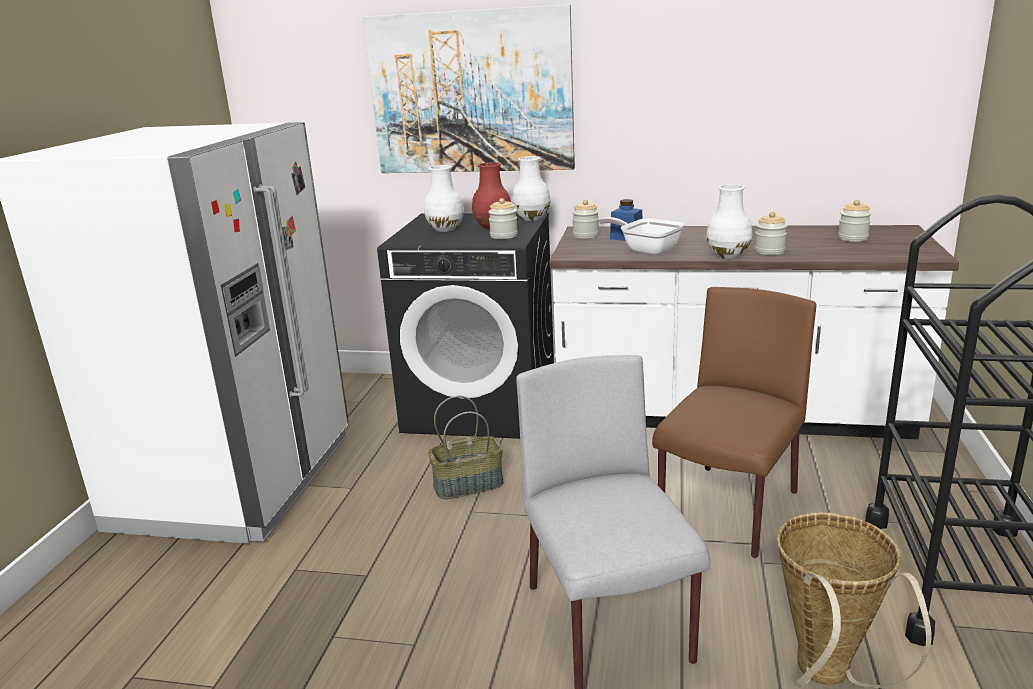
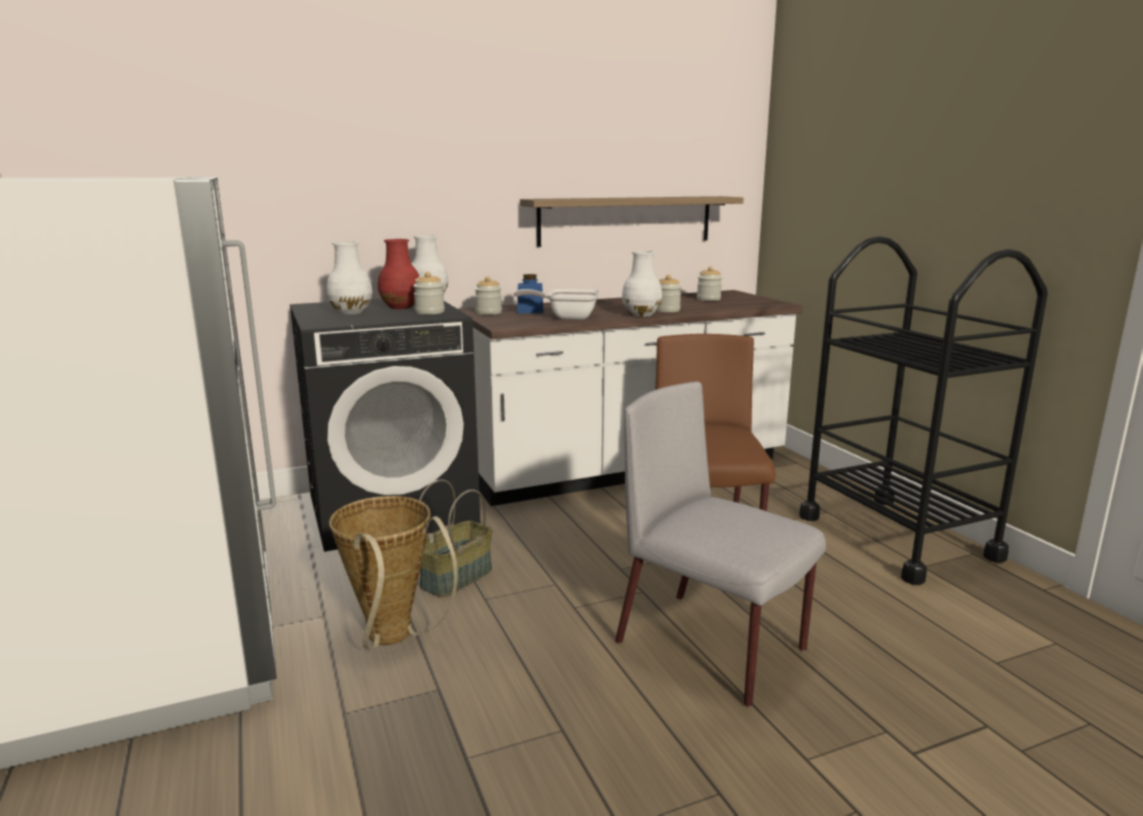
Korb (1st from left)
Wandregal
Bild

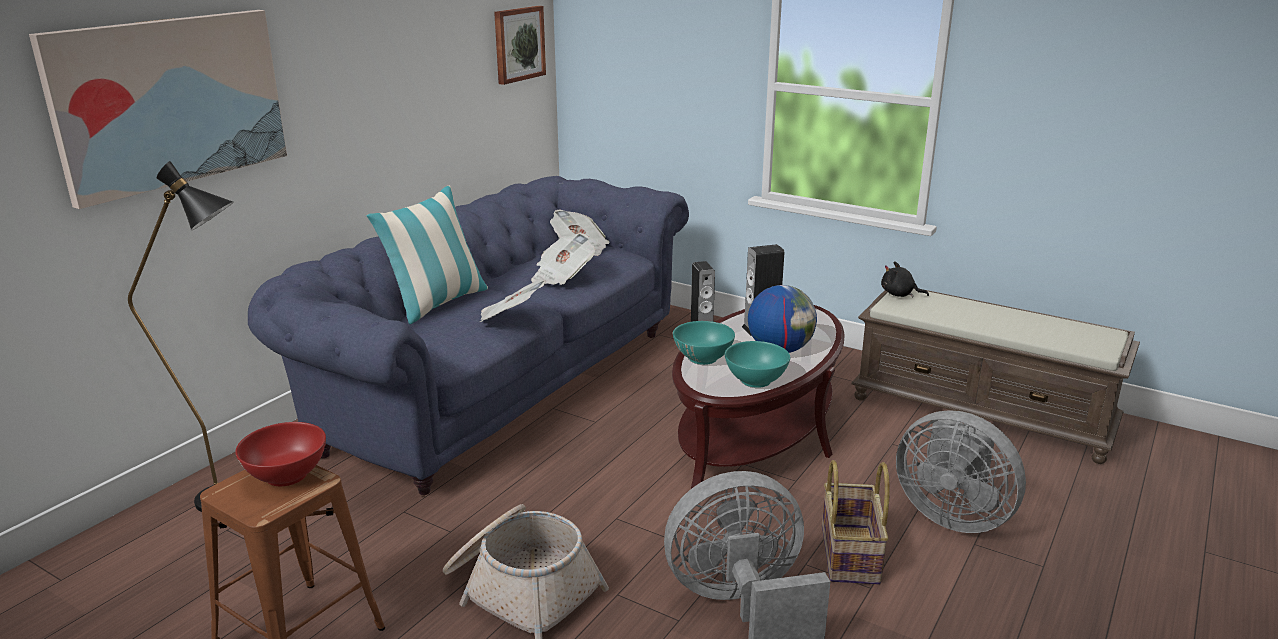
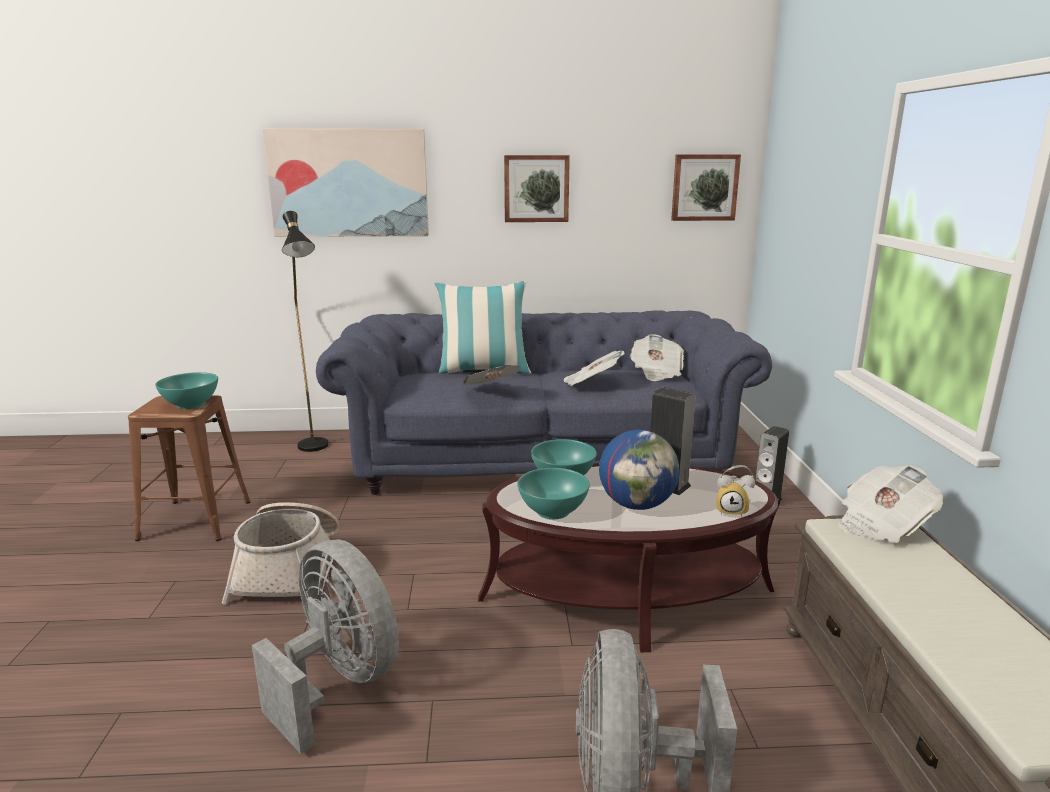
Schüssel/türkis (1st from left)
Bild (2nd from left)
Wecker
Zeitung (4th from left)
Korb (2nd from left in the first image)

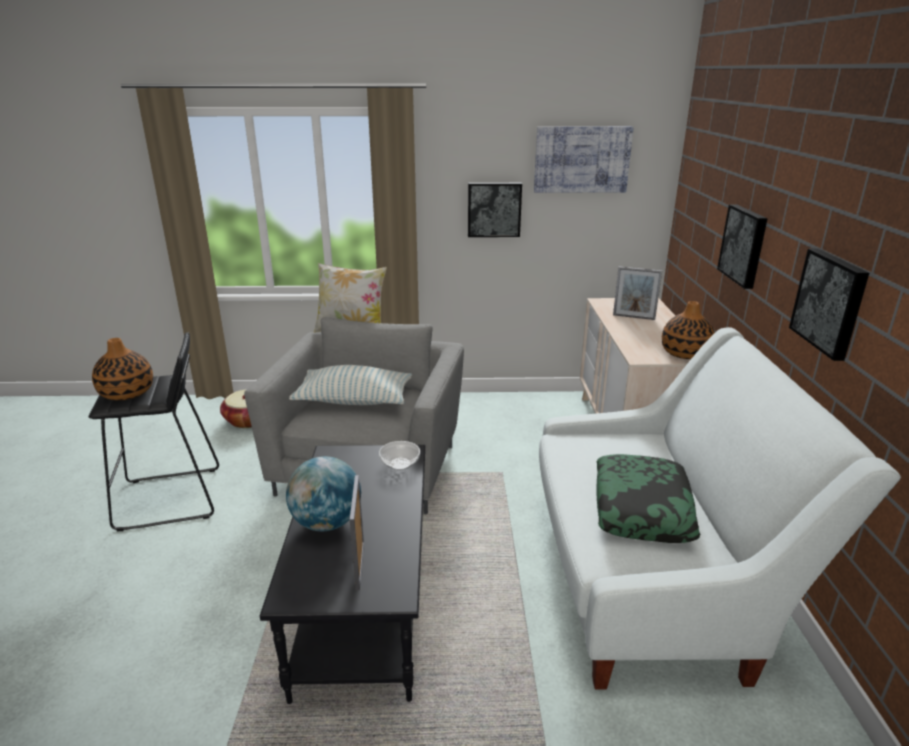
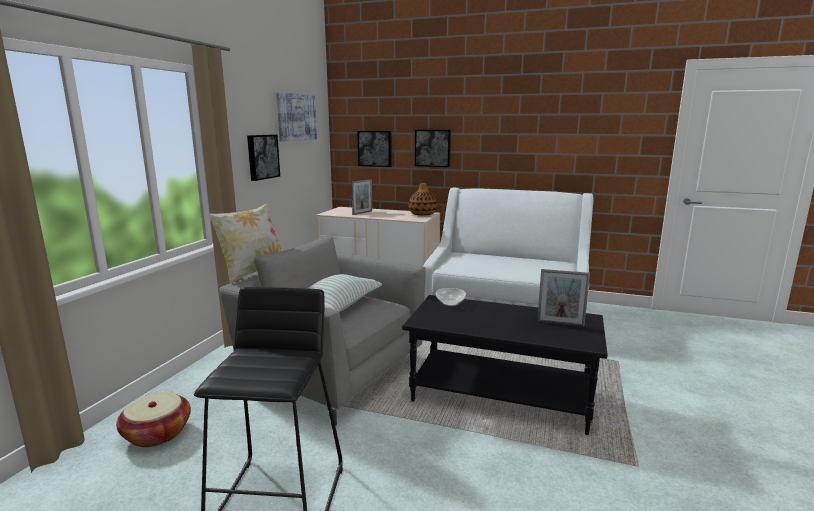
Bild (3rd from left)
Vase (1st from left in the first image)
Globus
Kissen (3rd from left in the first image)

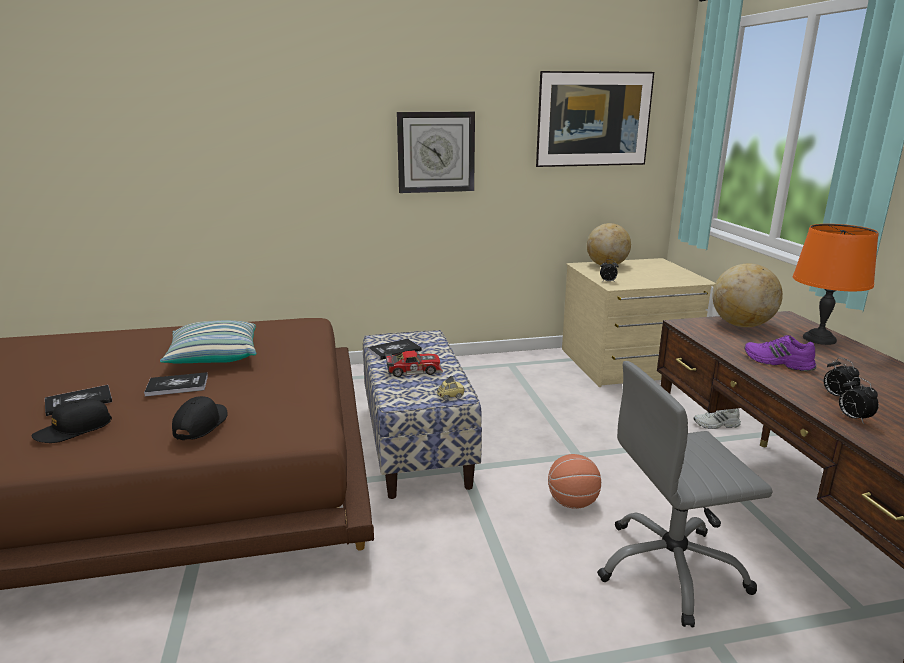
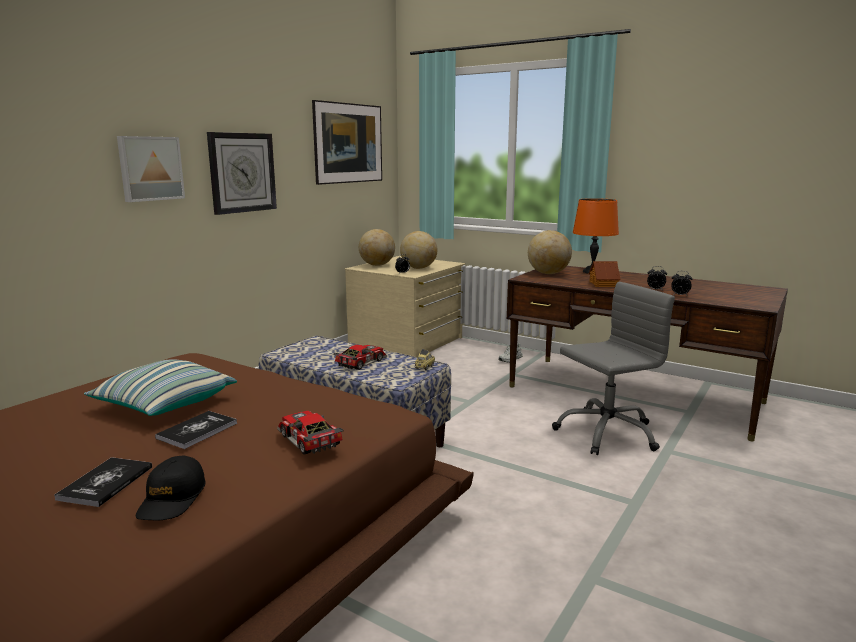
Bild (1st from left)
Spielzeugauto (1st from left)
Globus (2nd from left)
Bürostuhl/grau
Spielzeughaus
Buch (3rd from left in the first image)
Basketball

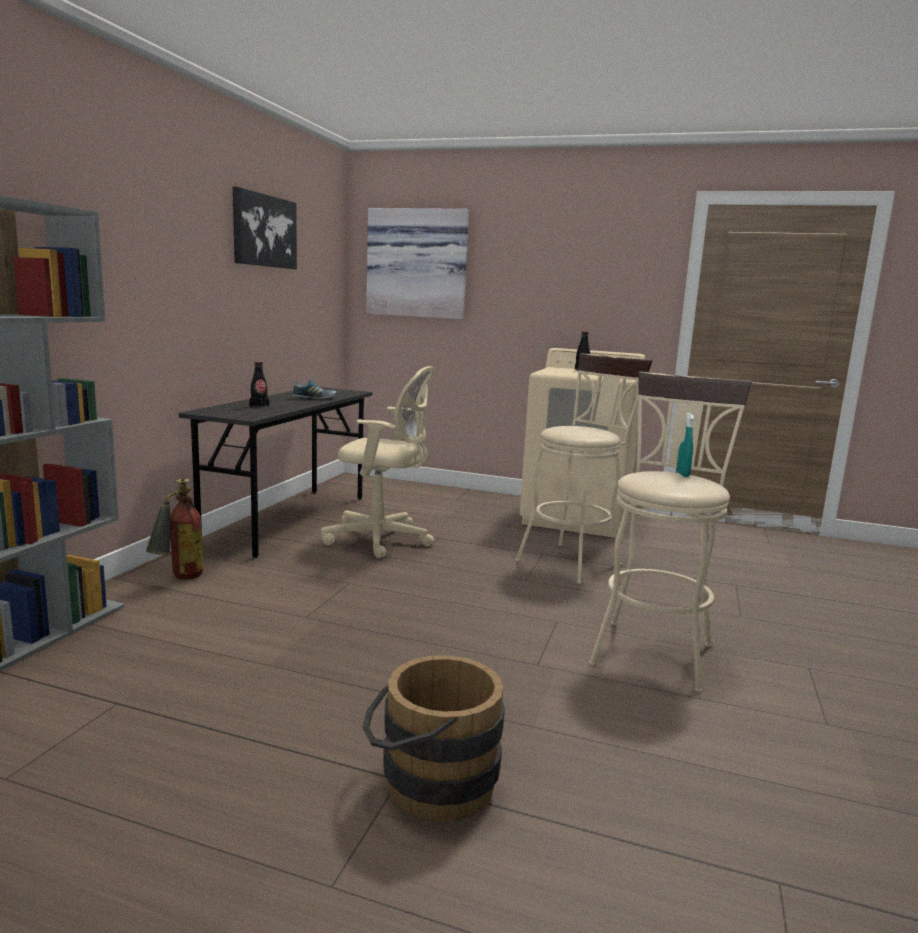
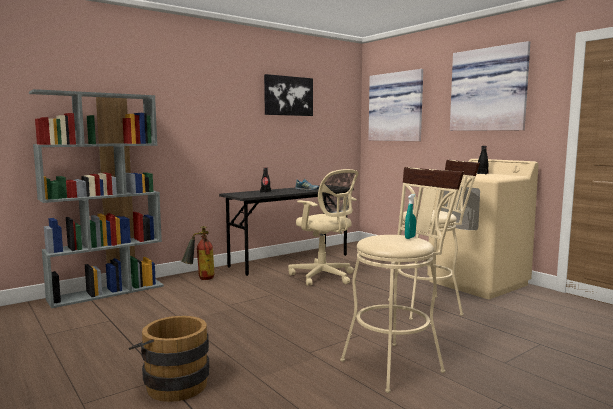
Bild (3rd from left)

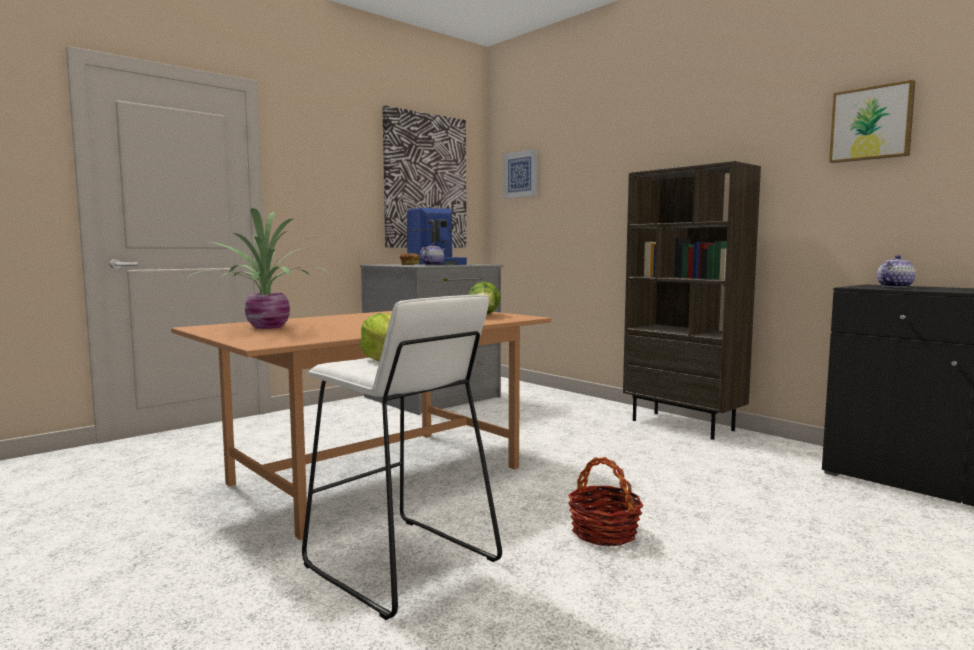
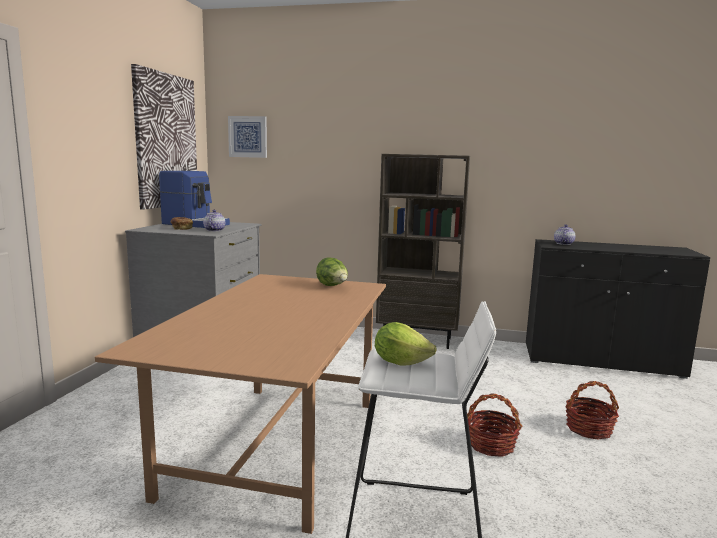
Korb (2nd from left)
Topfpflanze
Bild (3rd from left in the first image)

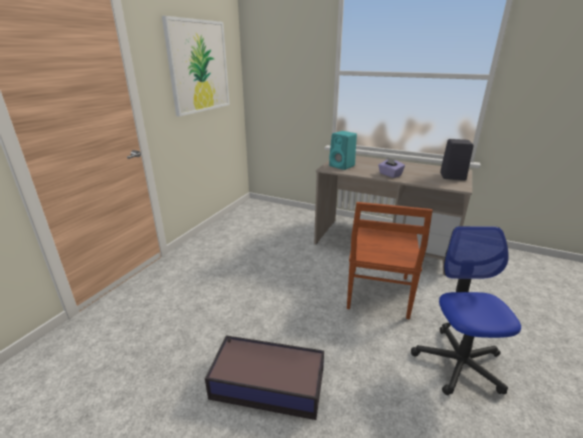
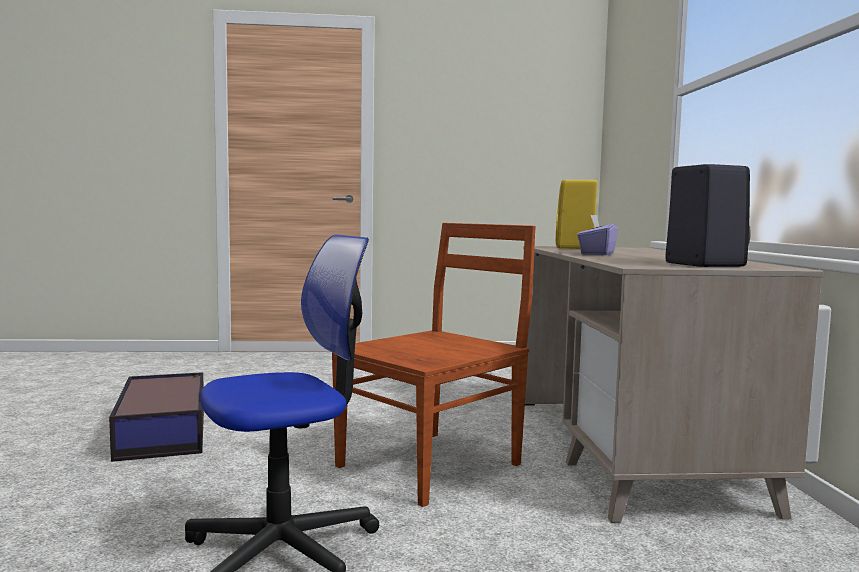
Stuhl/braun
Lautsprecher/gelb
Bild

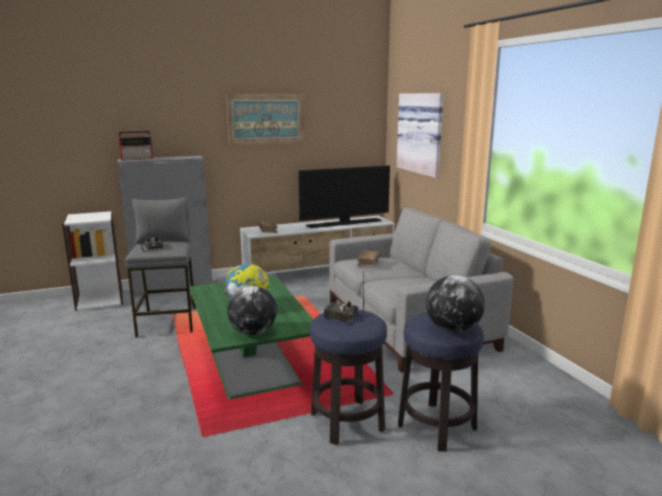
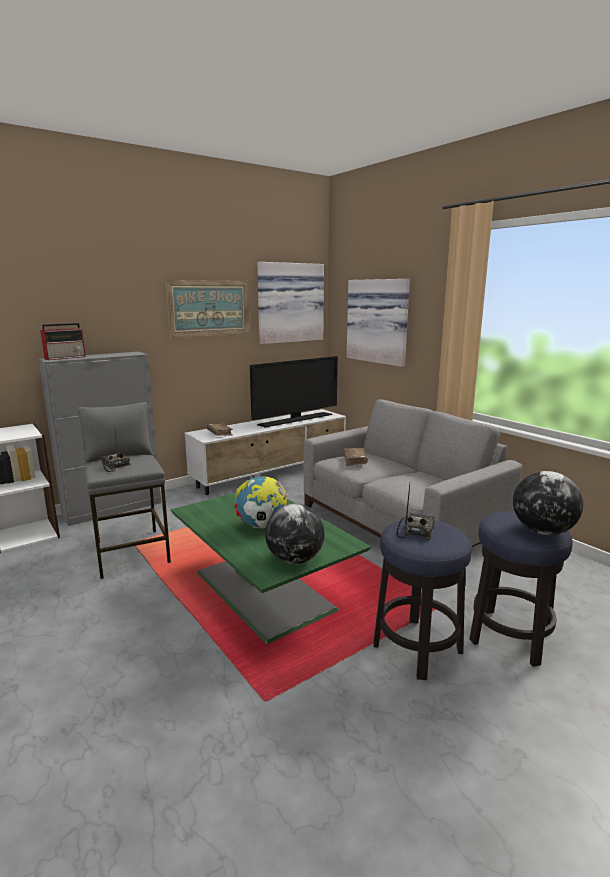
Bild (2nd from left)
Radio (3rd from left)

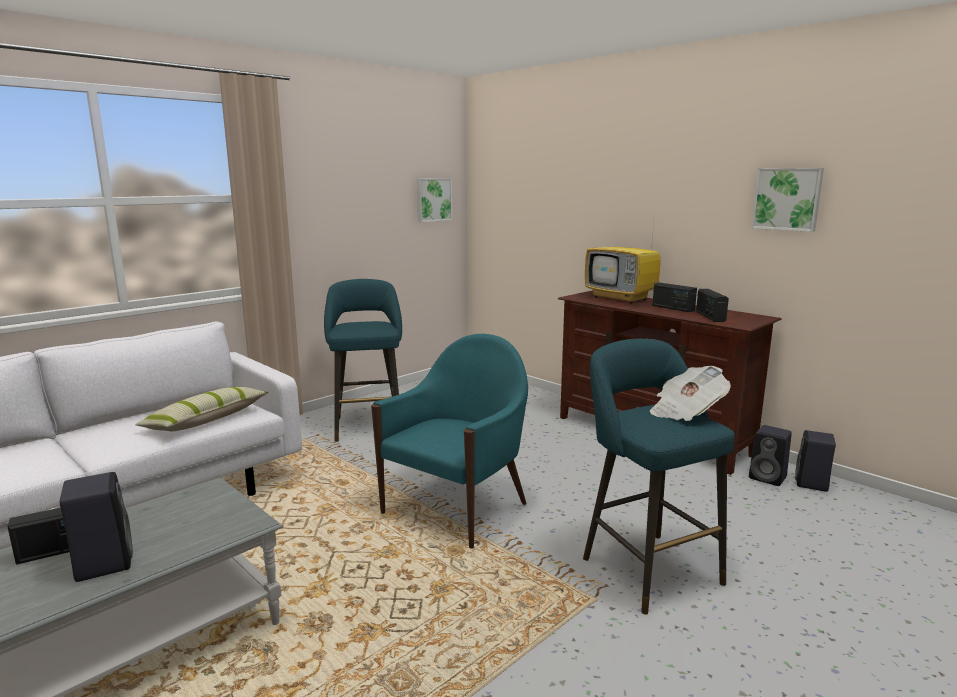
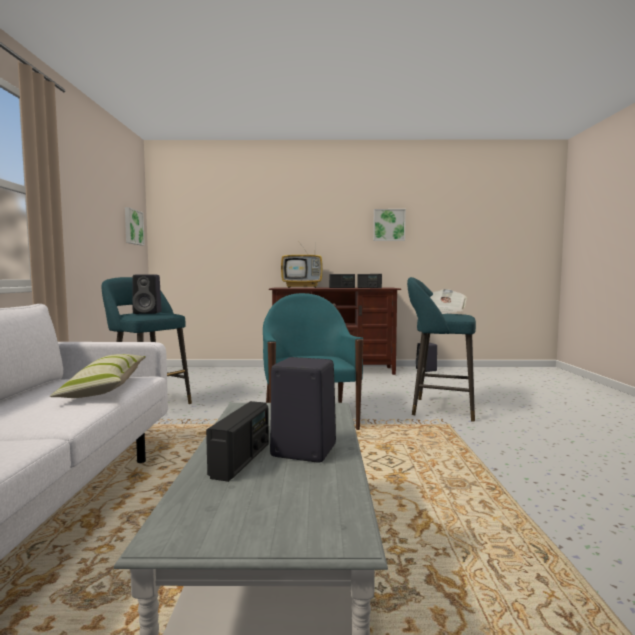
Lautsprecher/schwarz (1st from left)

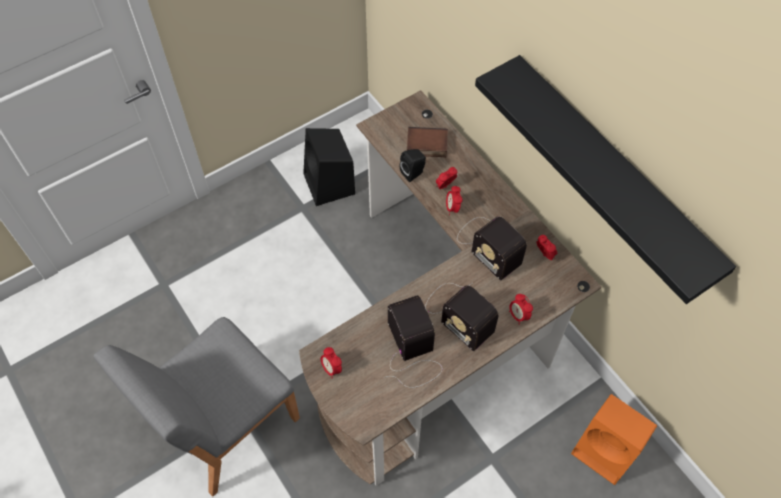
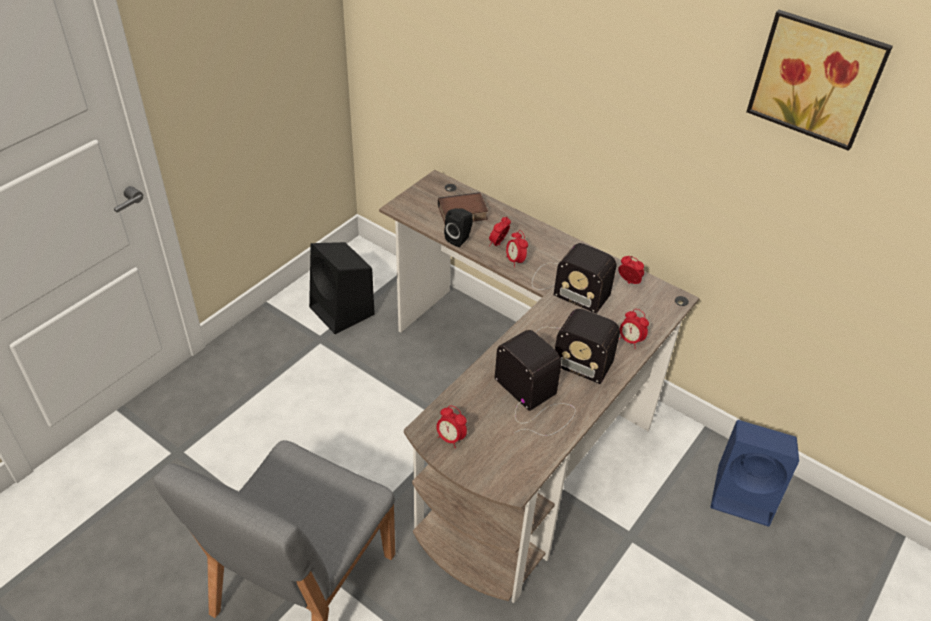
Lautsprecher/blau
Bild
Wandregal/schwarz

